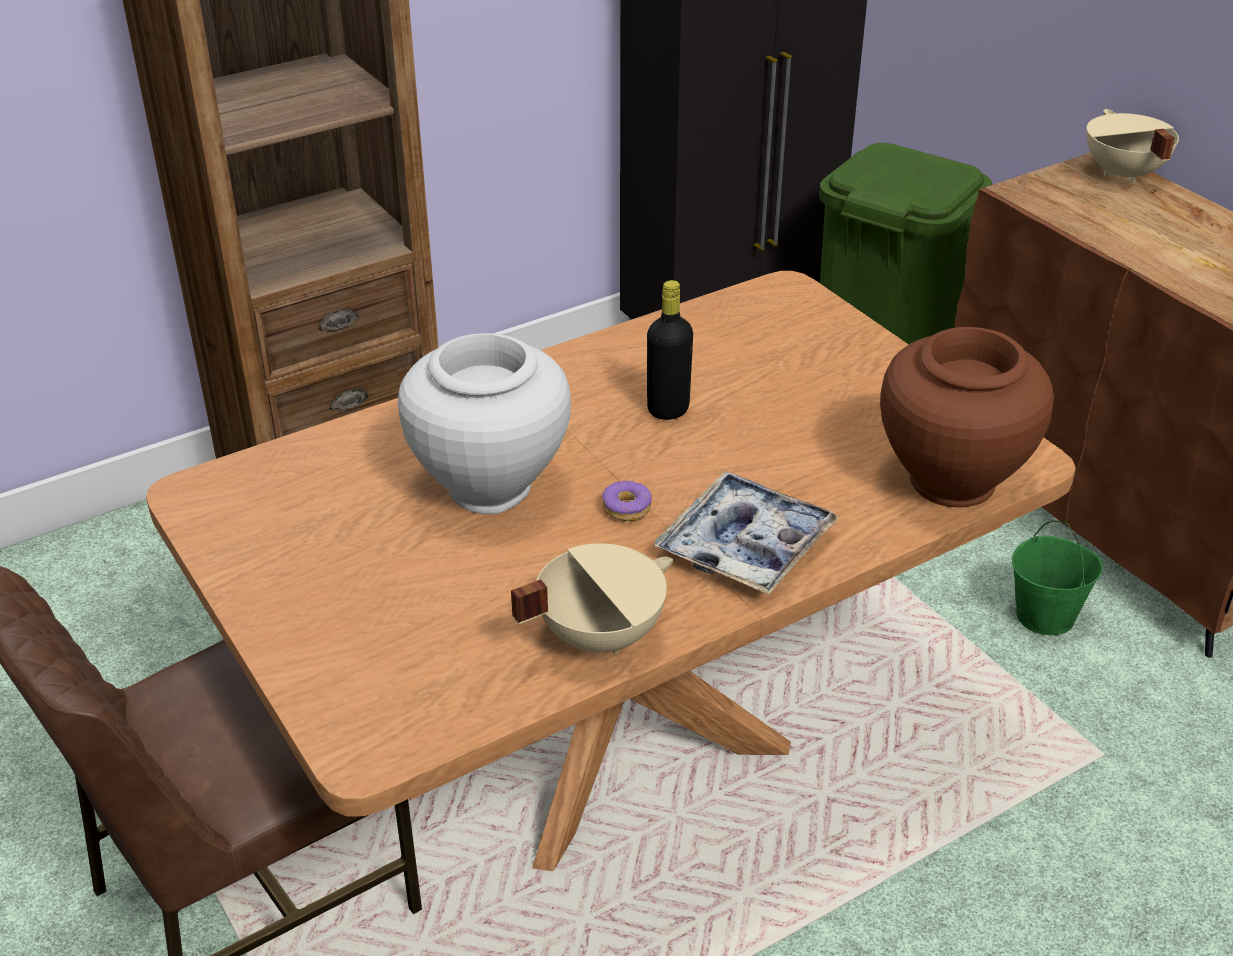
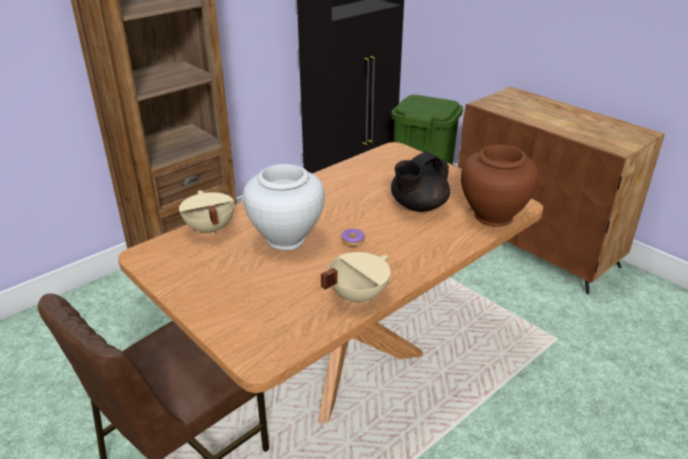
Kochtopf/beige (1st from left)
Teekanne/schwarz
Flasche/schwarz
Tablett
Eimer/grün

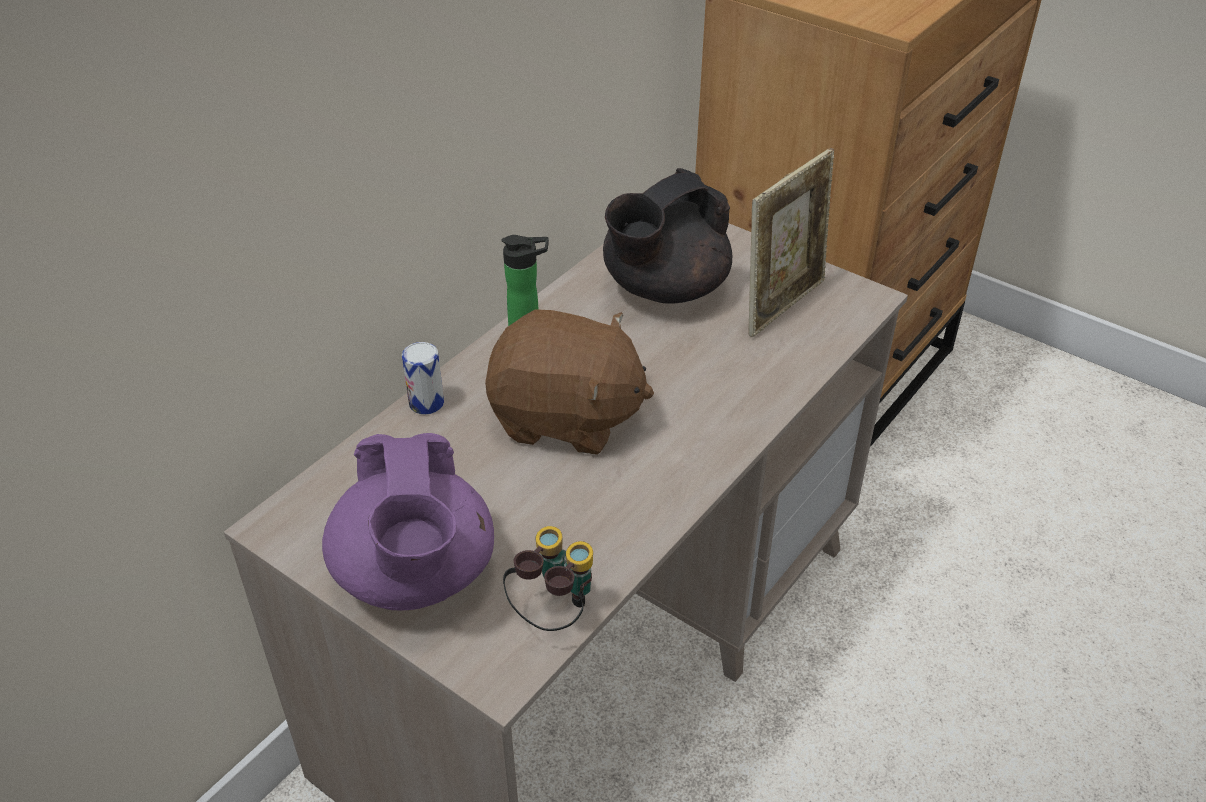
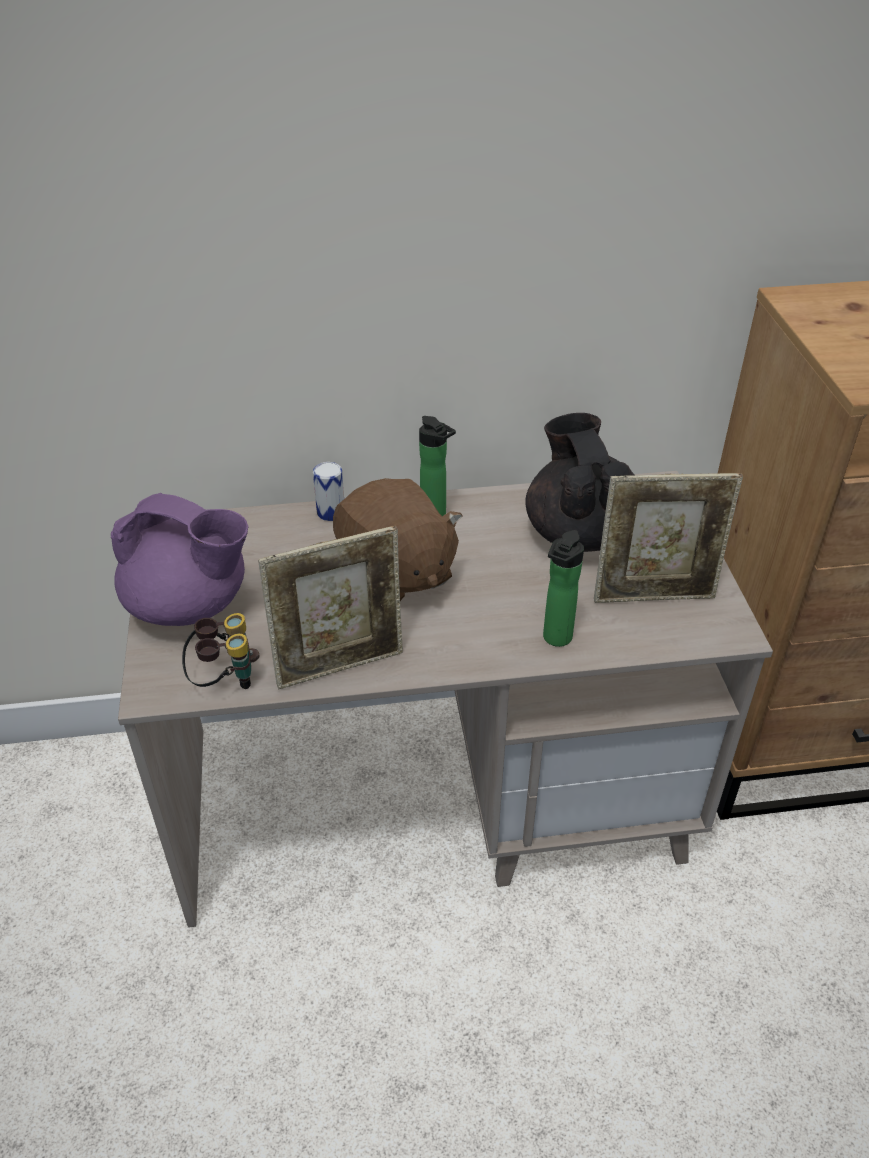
Teekanne/lila
Bilderrahmen (1st from left)
Teekanne/schwarz
Flasche (2nd from left)

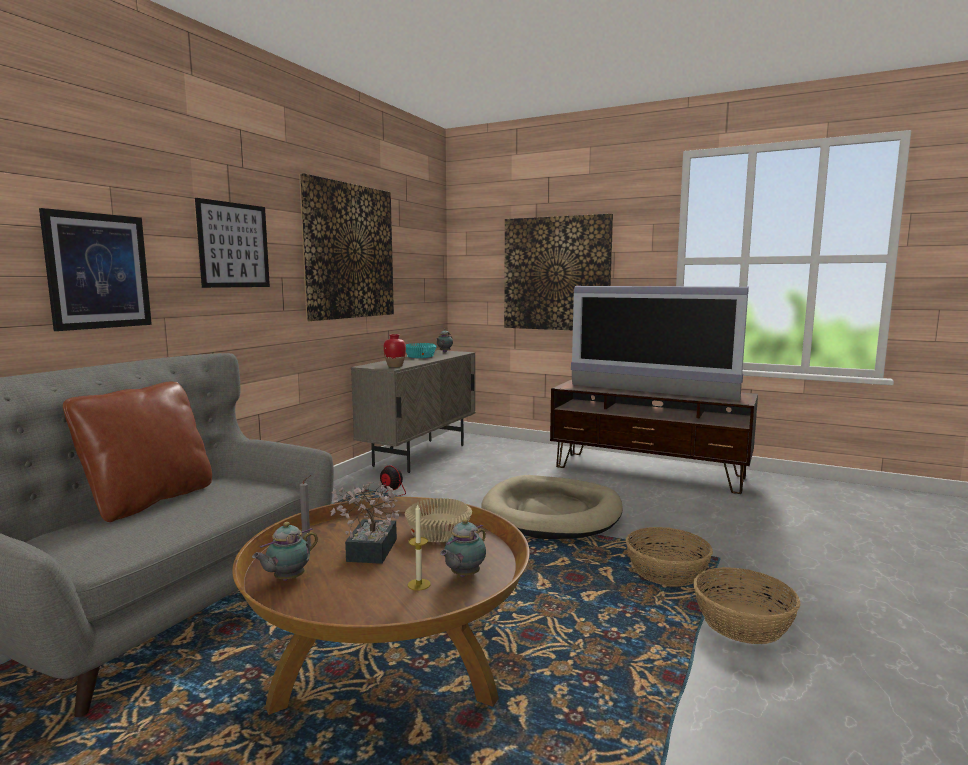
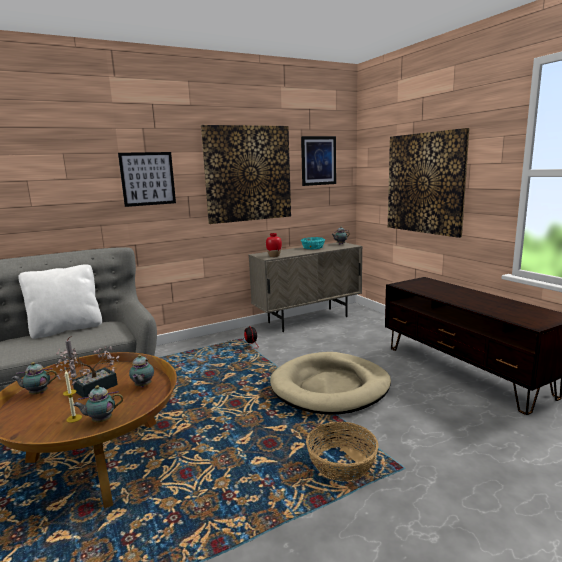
Kissen/weiß
Teekanne (3rd from left)
Bild (3rd from left)
Fernseher
Korb (2nd from left in the first image)

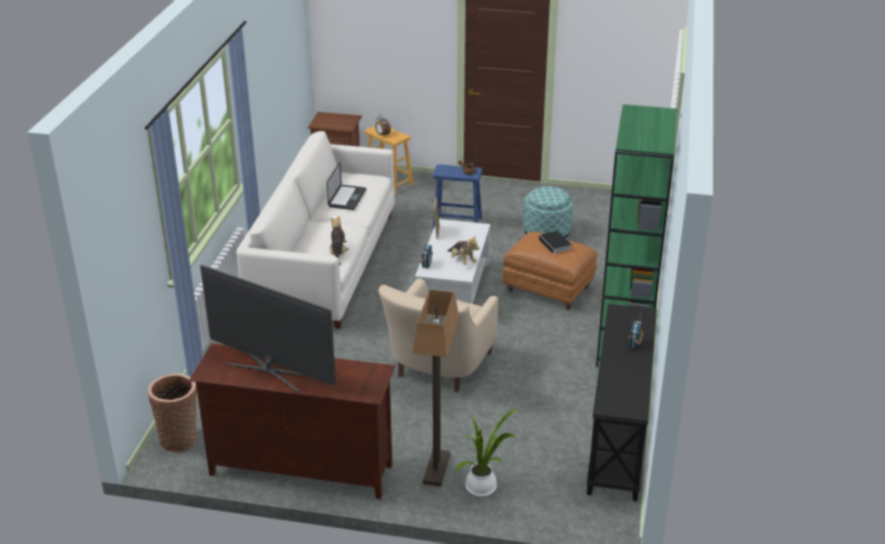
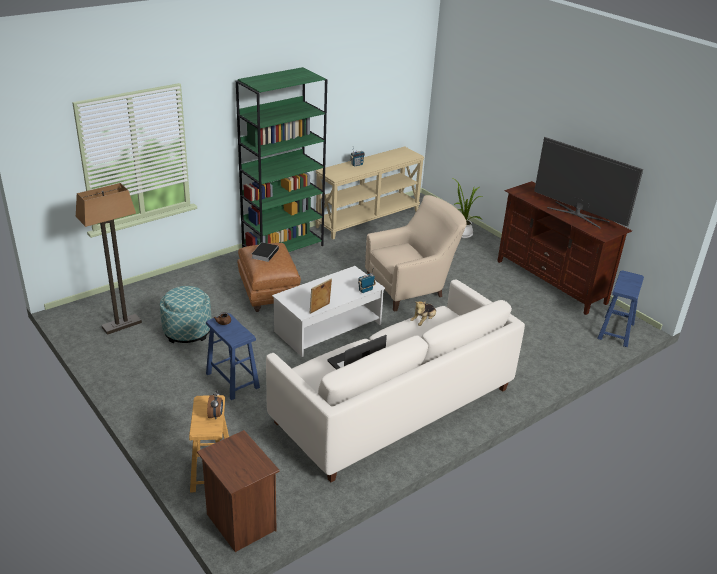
Stehlampe
Konsolentisch/beige
Fernseher
Hocker/blau (2nd from left)
Plüschtier (2nd from left in the first image)

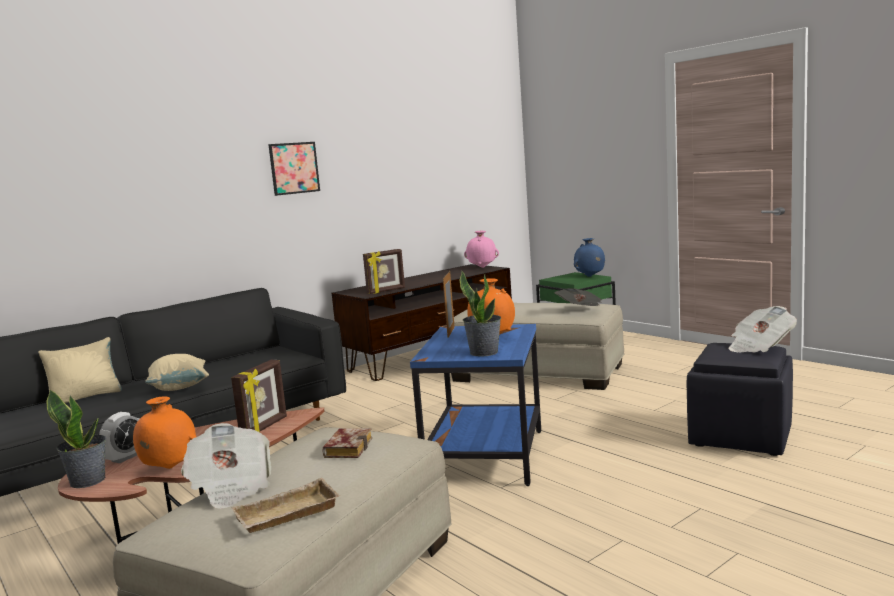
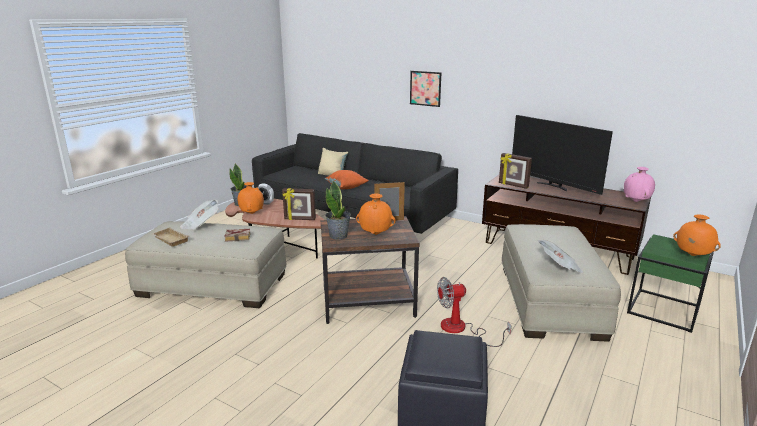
Beistelltisch/braun
Kissen/orange
Bild
Ventilator
Fernseher
Vase/orange (3rd from left)
Zeitung (3rd from left in the first image)

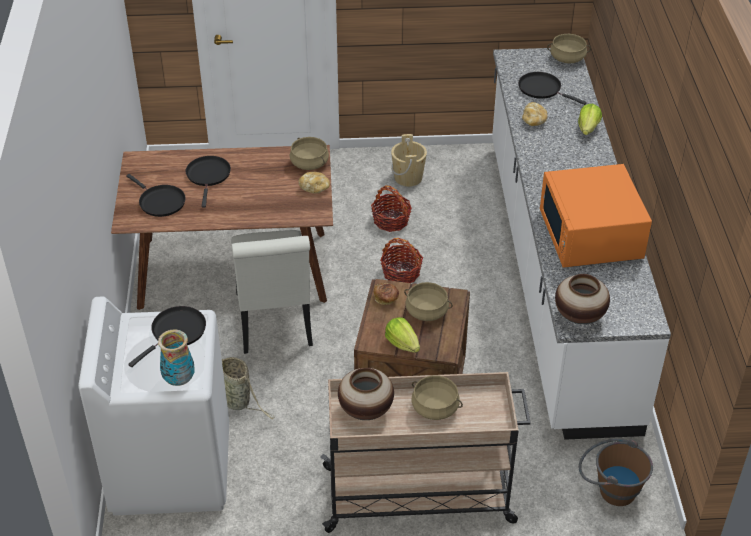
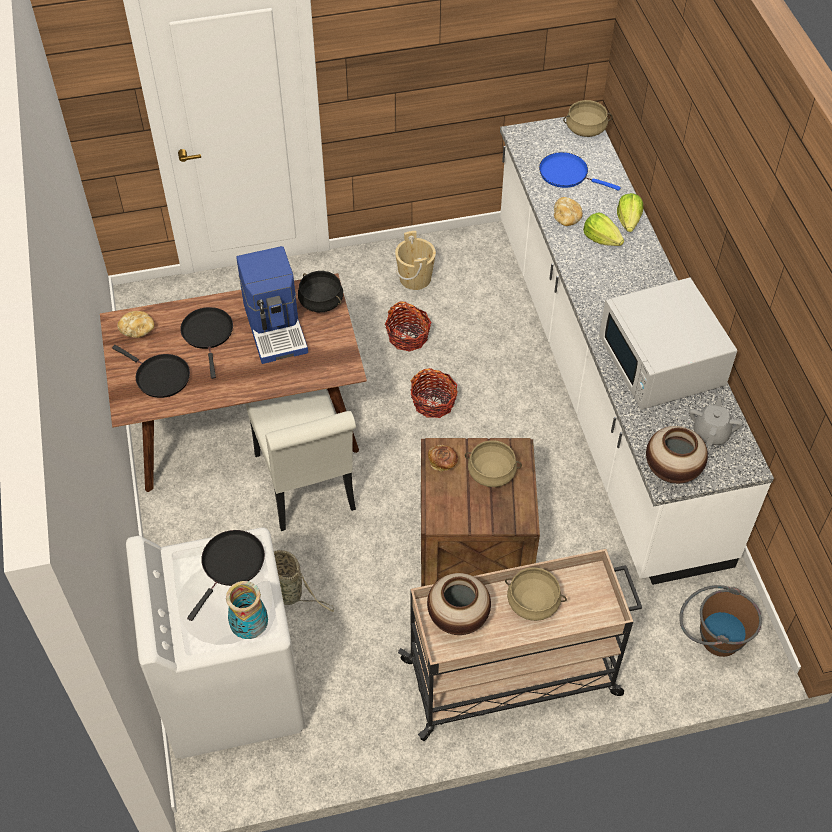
Brot (1st from left)
Kaffeemaschine
Kochtopf/schwarz
Pfanne/blau
Salatkopf (1st from left)
Mikrowelle/weiß
Teekanne/grau

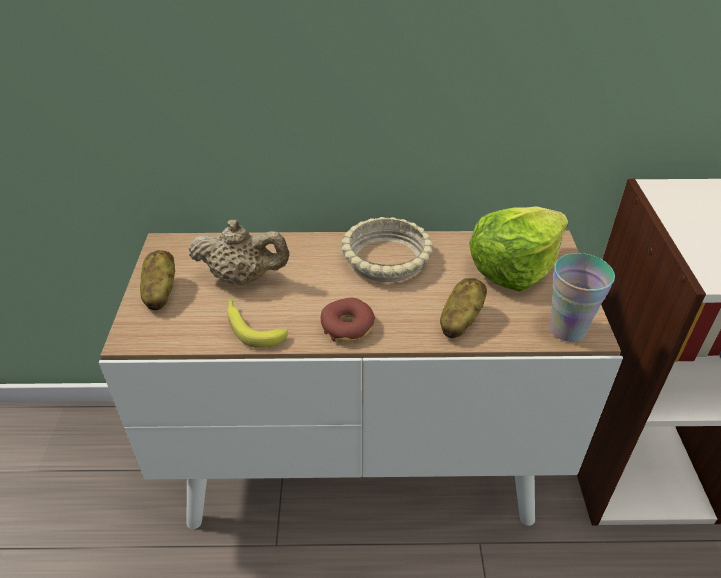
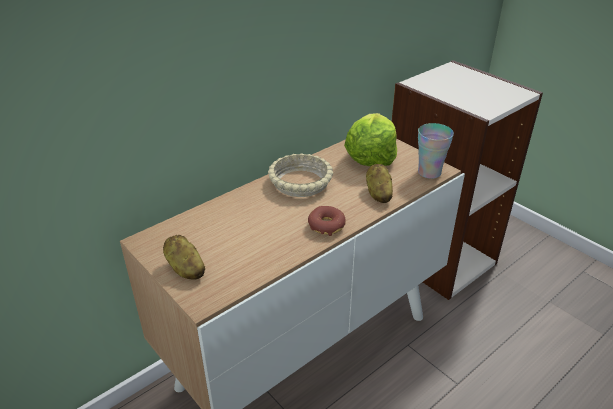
Teekanne/beige
Banane

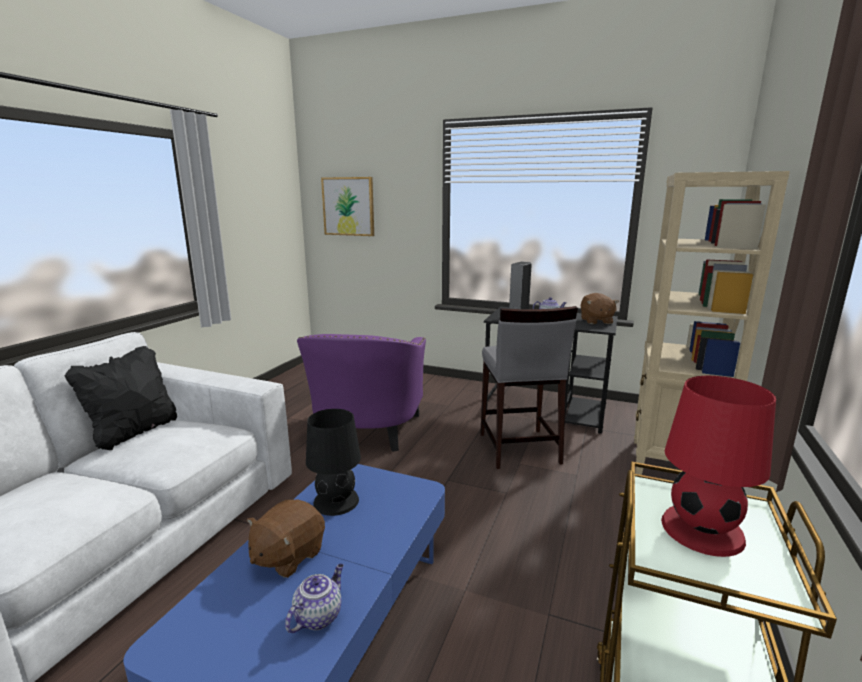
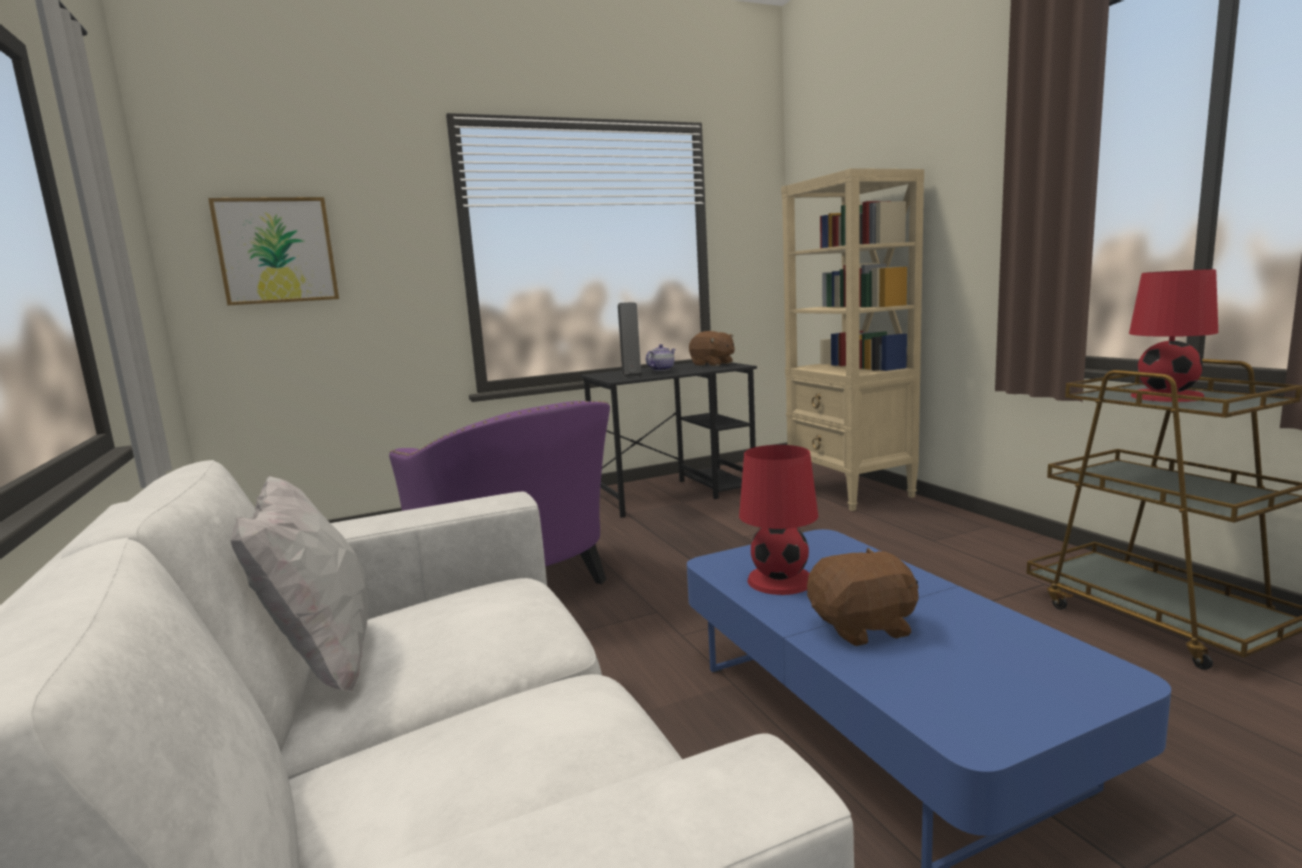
Kissen/weiß
Tischlampe/rot (1st from left)
Plüschtier/braun (2nd from left)
Teekanne (1st from left in the first image)
Hocker/grau

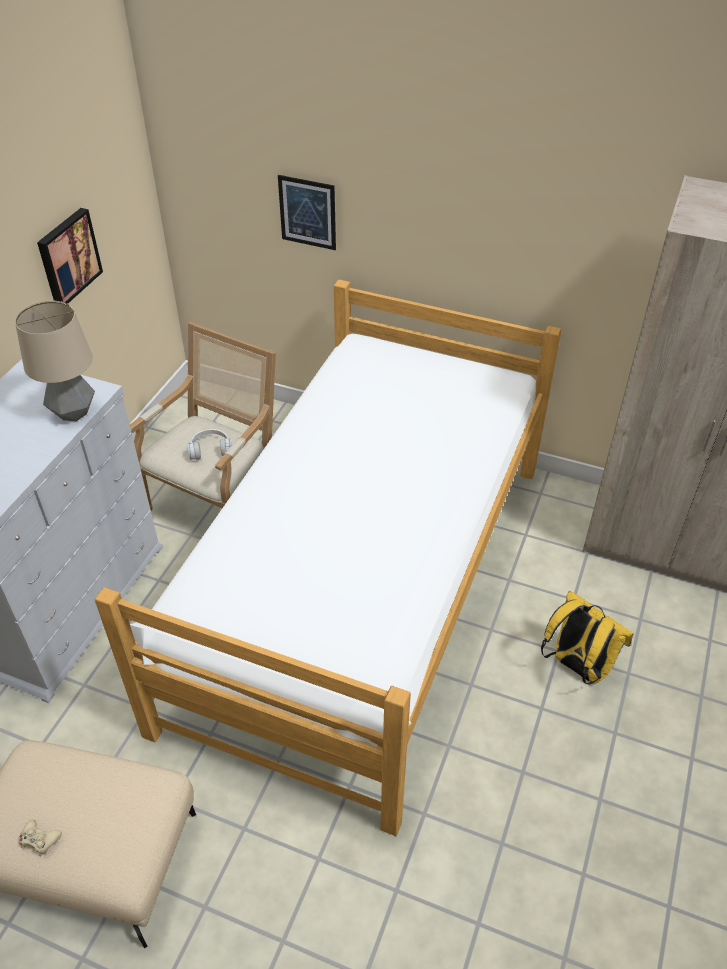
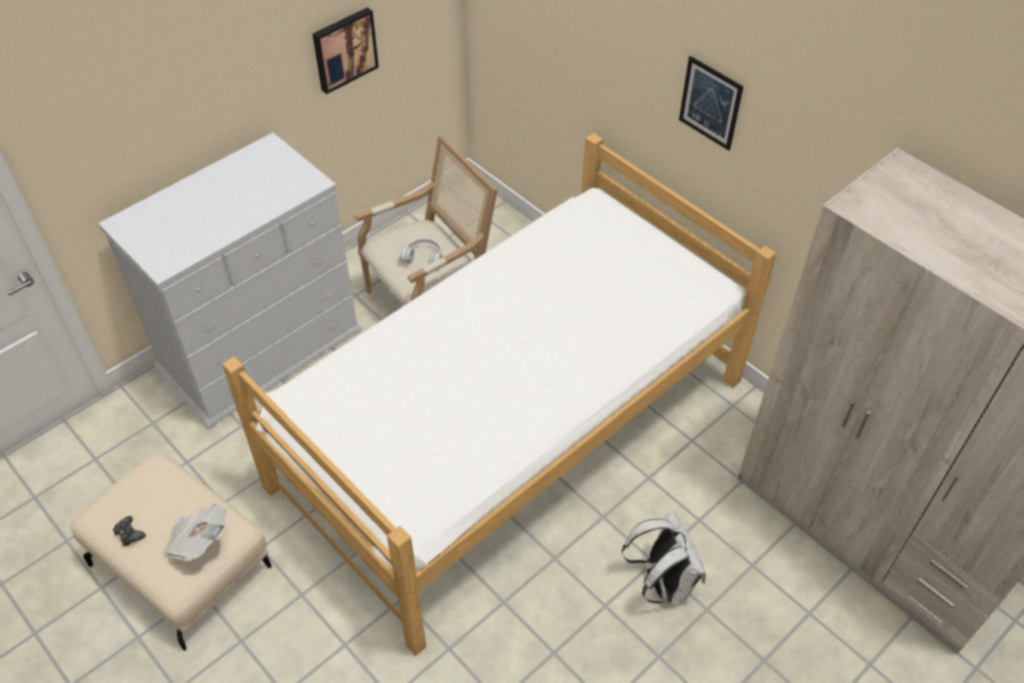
Gamepad/schwarz
Zeitung
Rucksack/weiß
Bild (2nd from left)
Tischlampe

